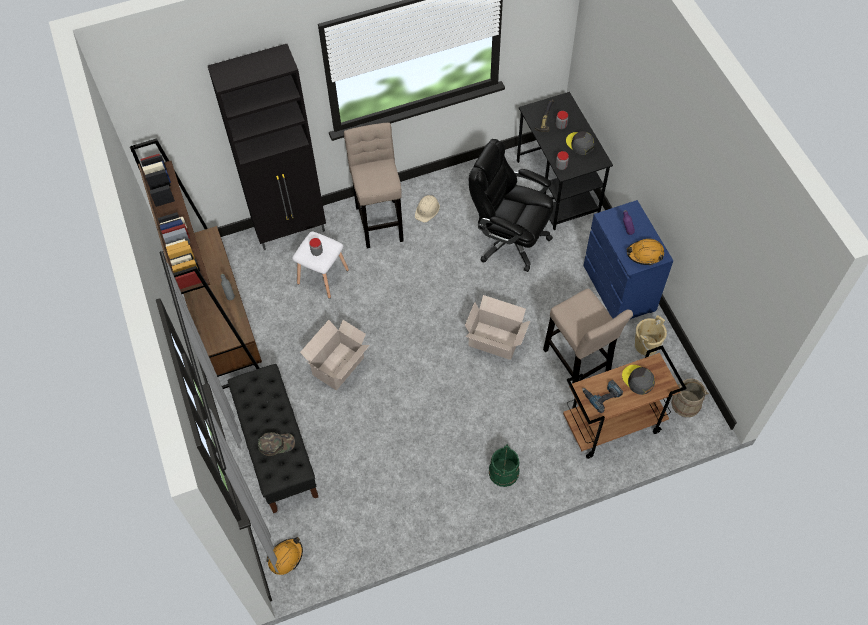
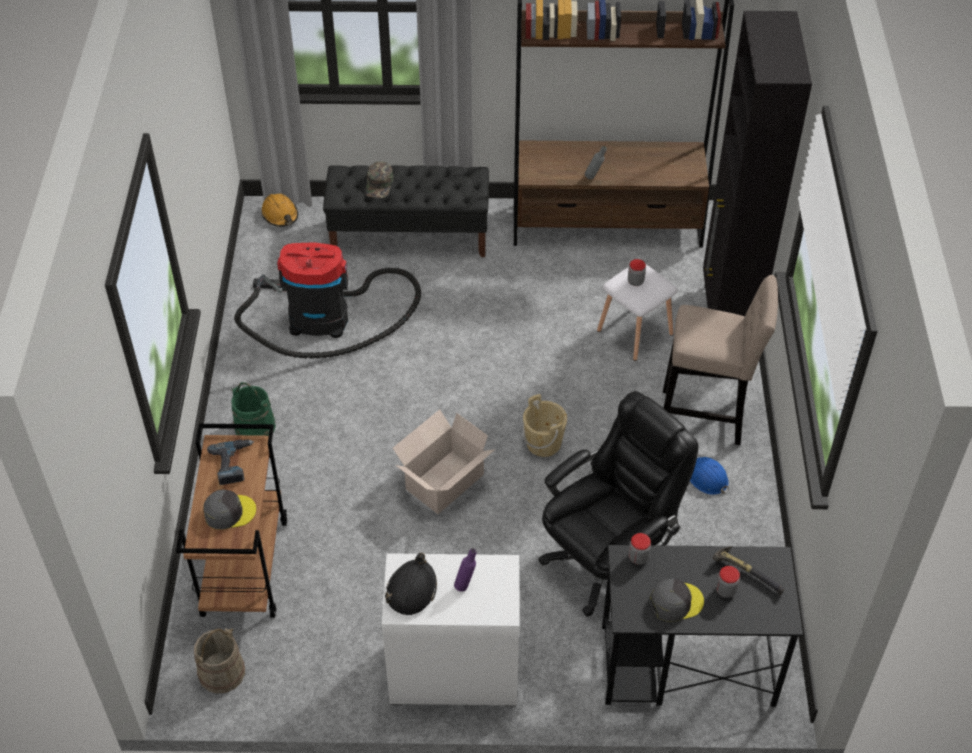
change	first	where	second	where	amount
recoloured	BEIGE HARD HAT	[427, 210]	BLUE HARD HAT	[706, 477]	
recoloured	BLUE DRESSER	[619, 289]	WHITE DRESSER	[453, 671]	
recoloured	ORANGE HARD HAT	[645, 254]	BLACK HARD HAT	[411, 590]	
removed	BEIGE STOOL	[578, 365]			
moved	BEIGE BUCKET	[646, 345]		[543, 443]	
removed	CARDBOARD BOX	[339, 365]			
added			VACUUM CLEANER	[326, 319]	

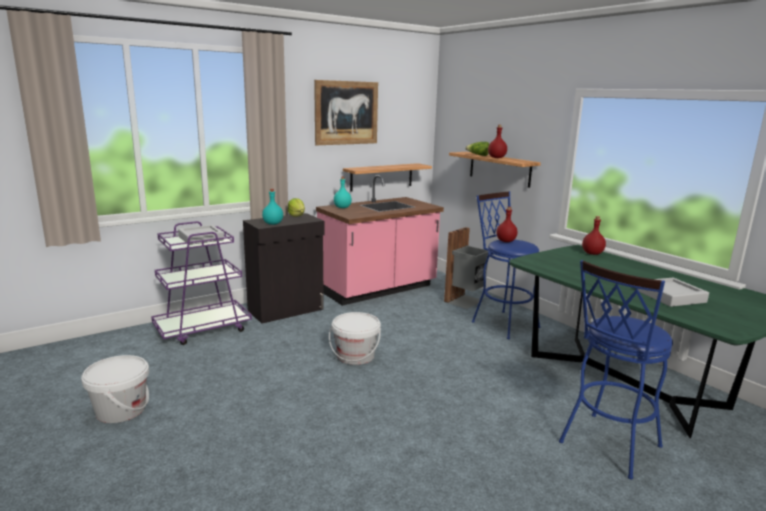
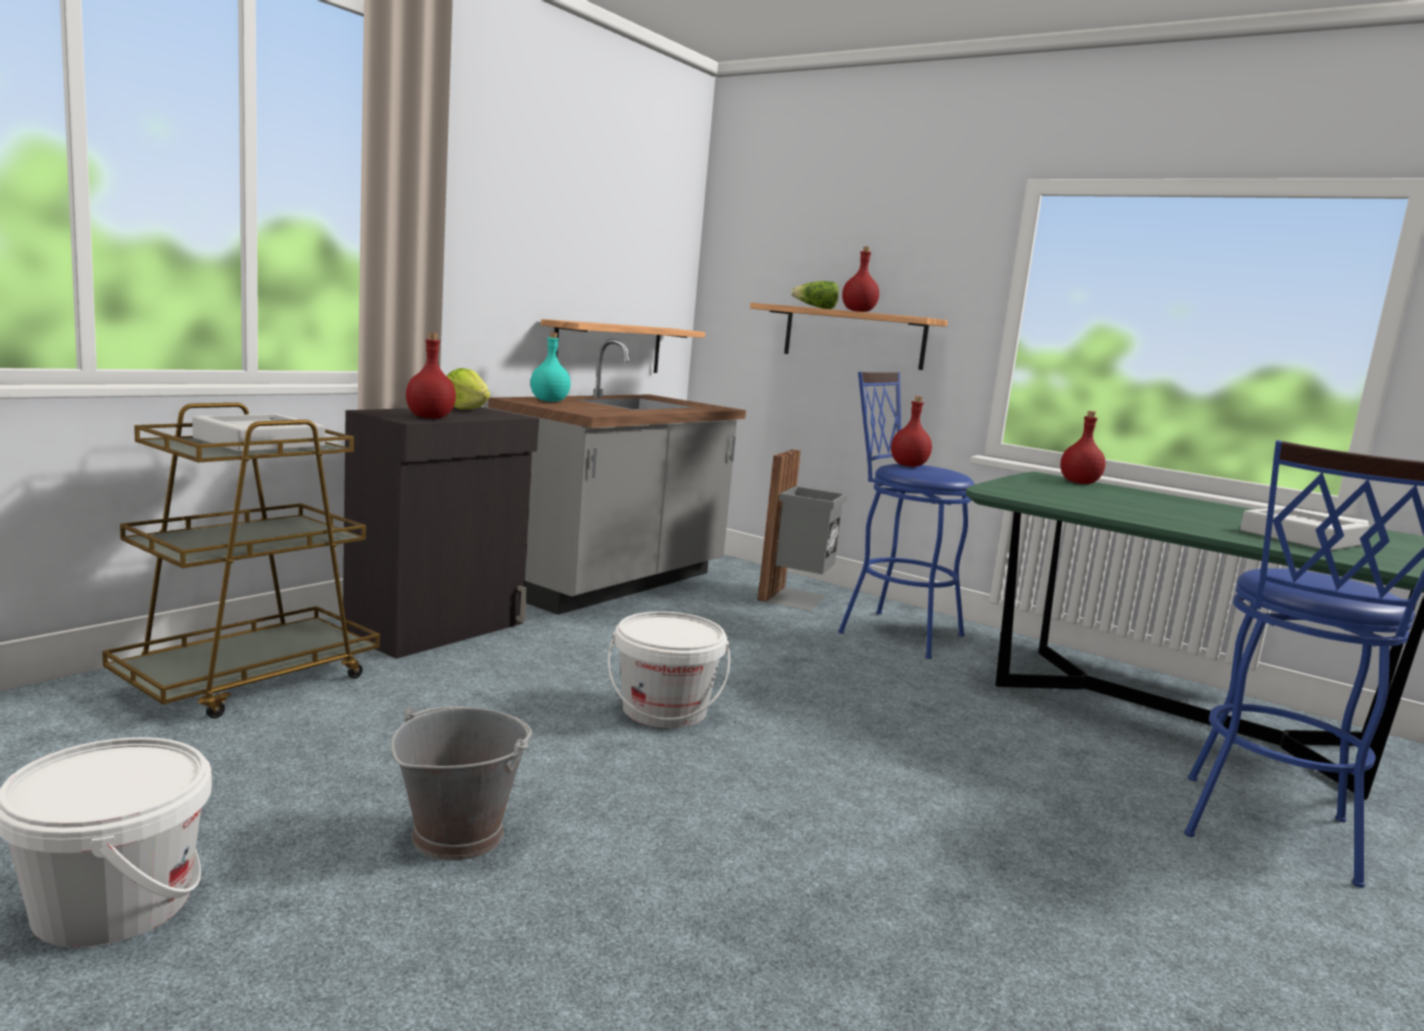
change	first	where	second	where	amount
removed	PICTURE	[346, 113]			
recoloured	PINK COUNTER	[378, 289]	GREY COUNTER	[611, 583]	
recoloured	TURQUOISE BOTTLE	[272, 224]	RED BOTTLE	[429, 418]	
recoloured	PURPLE CART	[203, 329]	BROWN CART	[250, 679]	
added			GREY BUCKET	[457, 834]	

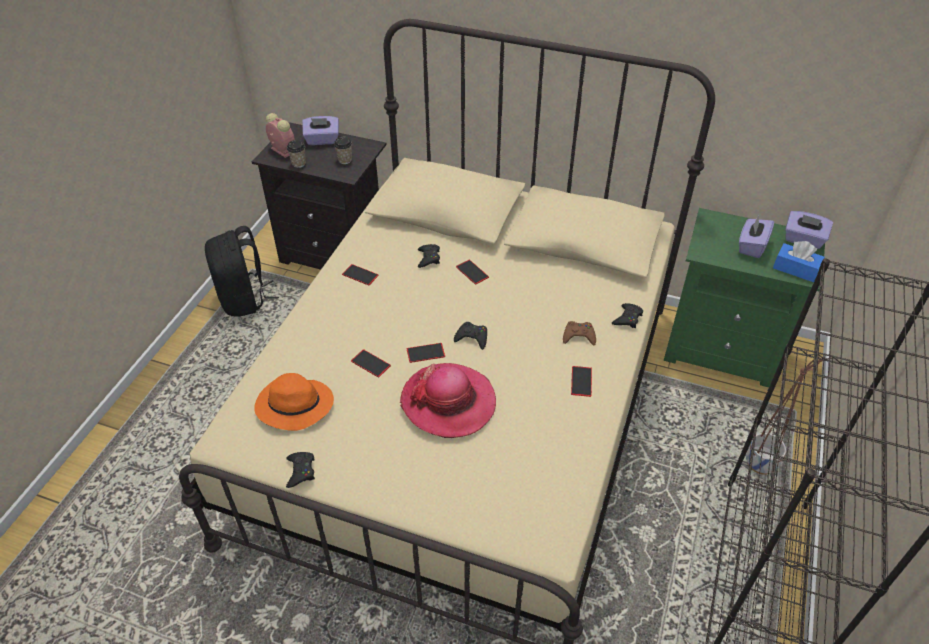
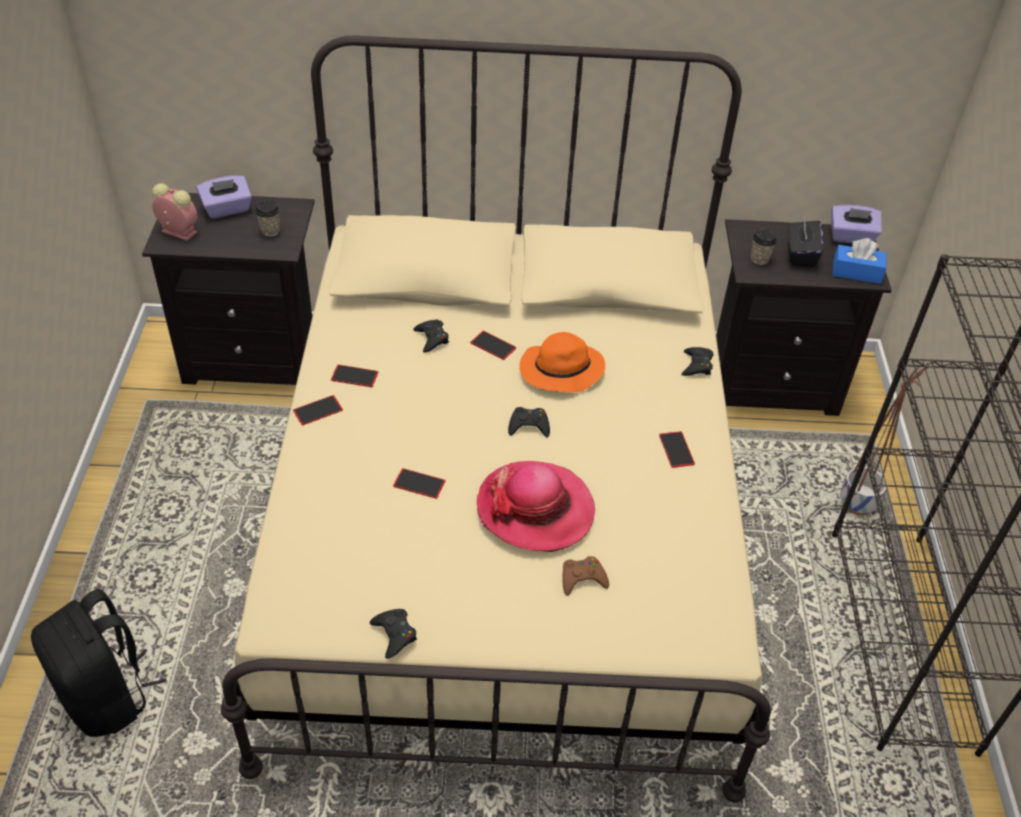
change	first	where	second	where	amount
moved	CUP	[298, 163]		[759, 259]	
recoloured	GREEN NIGHTSTAND	[722, 349]	BLACK NIGHTSTAND	[770, 382]	
recoloured	PURPLE TISSUE BOX	[751, 246]	BLACK TISSUE BOX	[800, 254]	
moved	BLACK BACKPACK	[244, 299]		[108, 697]	
moved	BROWN GAME CONTROLLER	[579, 336]		[582, 578]	
moved	PHONE	[425, 353]		[318, 410]	
moved	ORANGE HAT	[293, 406]		[560, 371]	

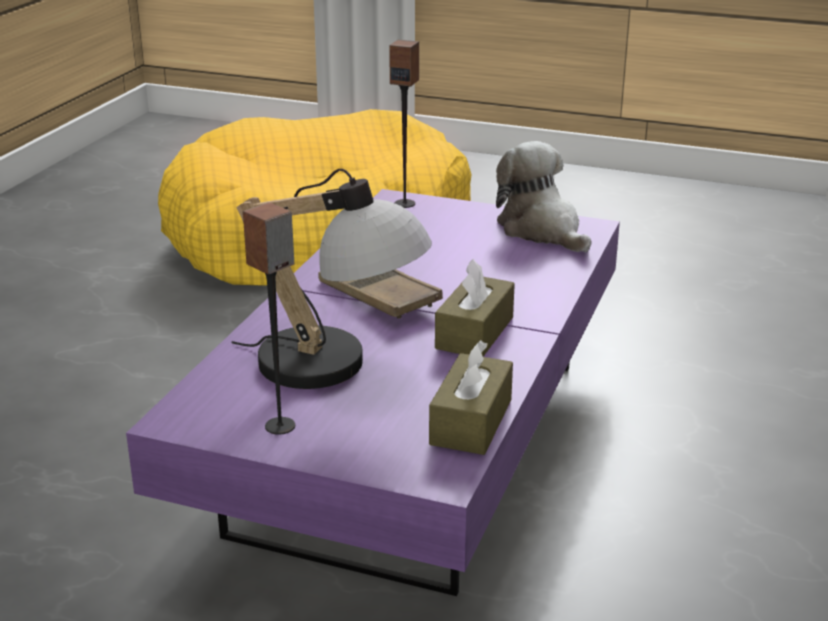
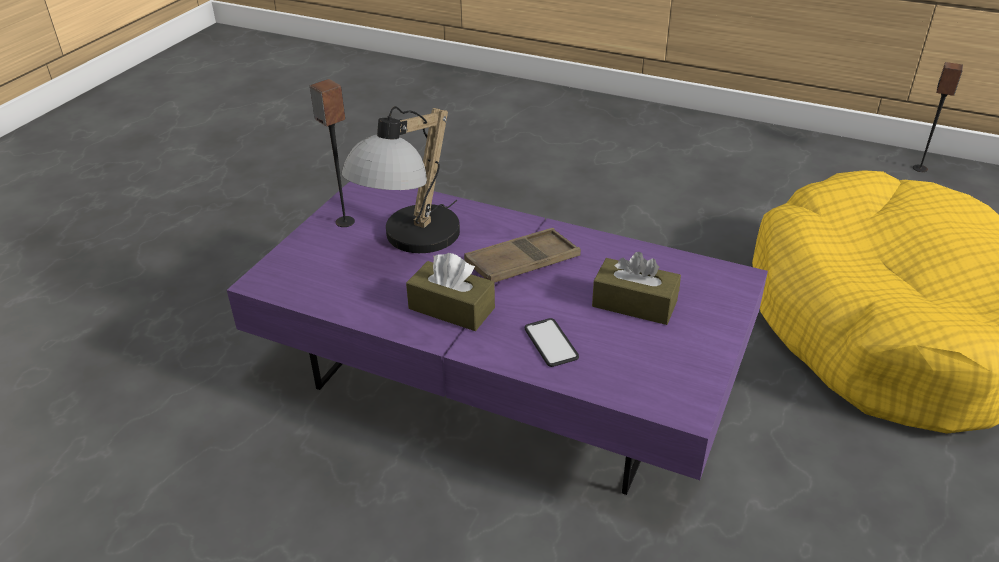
change	first	where	second	where	amount
moved	SPEAKER	[405, 203]		[920, 168]	
removed	PLUSH TOY	[542, 230]			
moved	BROWN TISSUE BOX	[471, 422]		[634, 304]	
added			PHONE	[551, 343]	

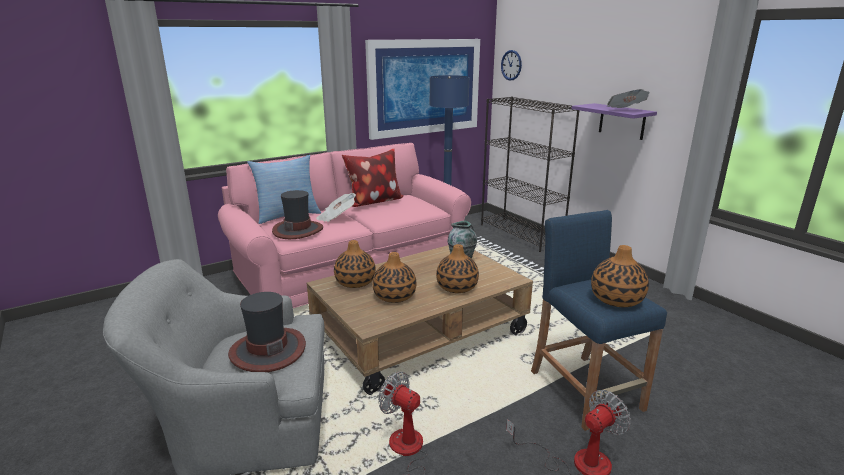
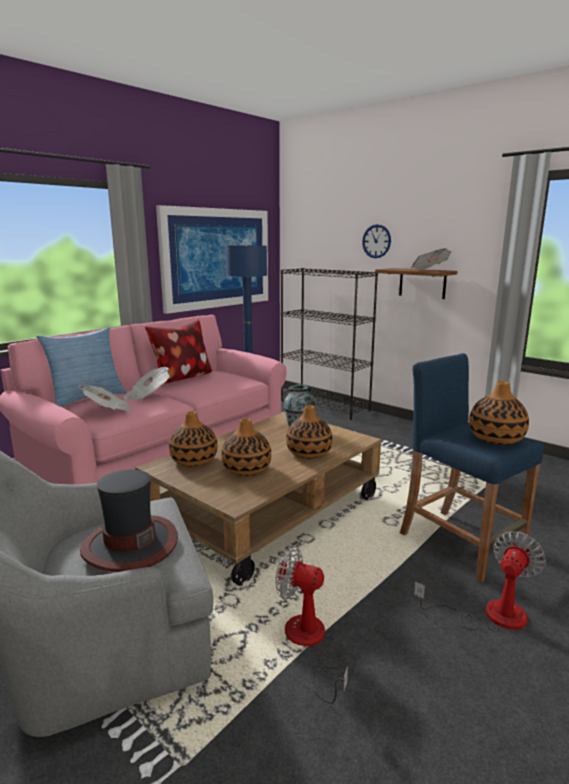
change	first	where	second	where	amount
moved	WALL CLOCK	[511, 65]		[376, 241]	
recoloured	PURPLE SHELF	[622, 121]	BROWN SHELF	[422, 283]	
replaced	HAT	[298, 230]	NEWSPAPER	[108, 411]	

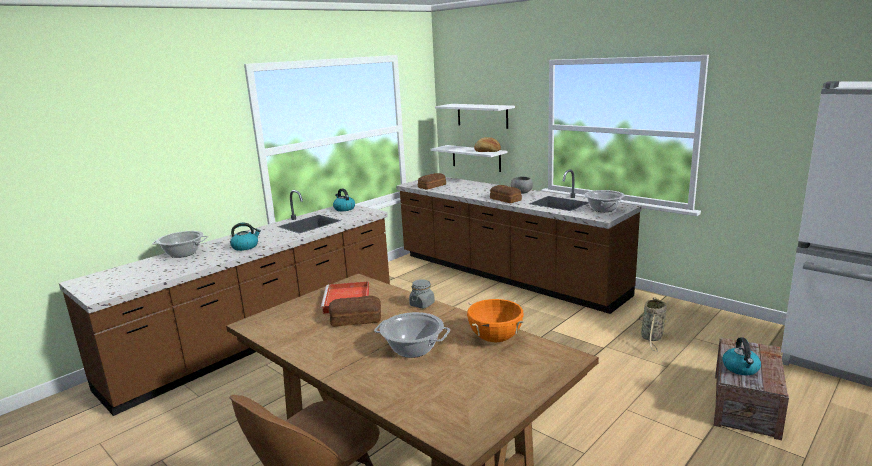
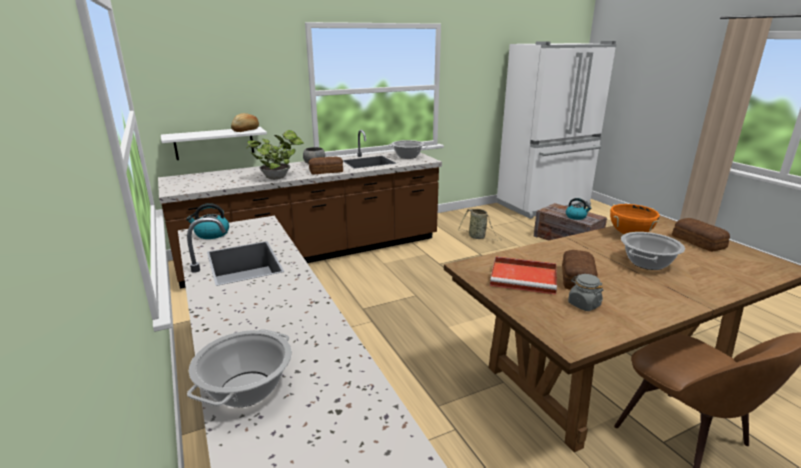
change	first	where	second	where	amount
removed	WHITE SHELF	[482, 115]			
moved	BREAD	[432, 186]		[698, 241]	
removed	KETTLE	[245, 247]			
moved	GREY JAR	[422, 304]		[583, 304]	
added			POTTED PLANT	[278, 177]	

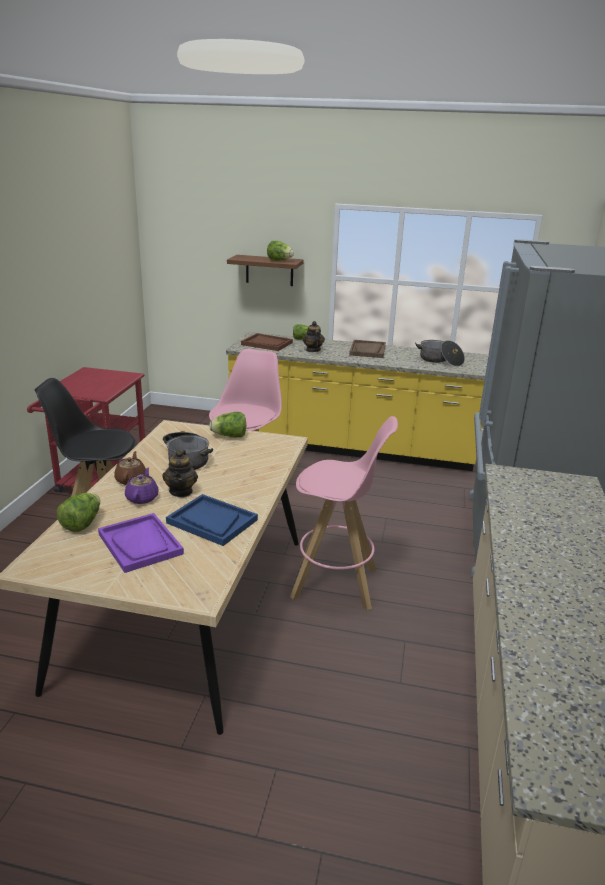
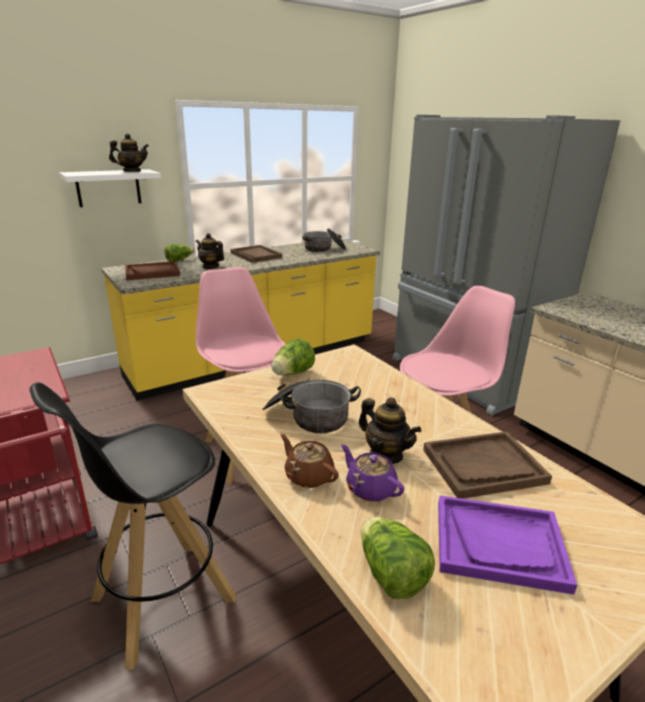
change	first	where	second	where	amount
replaced	LETTUCE	[279, 261]	TEAPOT	[132, 172]	
recoloured	BROWN SHELF	[269, 270]	WHITE SHELF	[108, 188]	
recoloured	BLUE TRAY	[211, 521]	BROWN TRAY	[483, 466]	

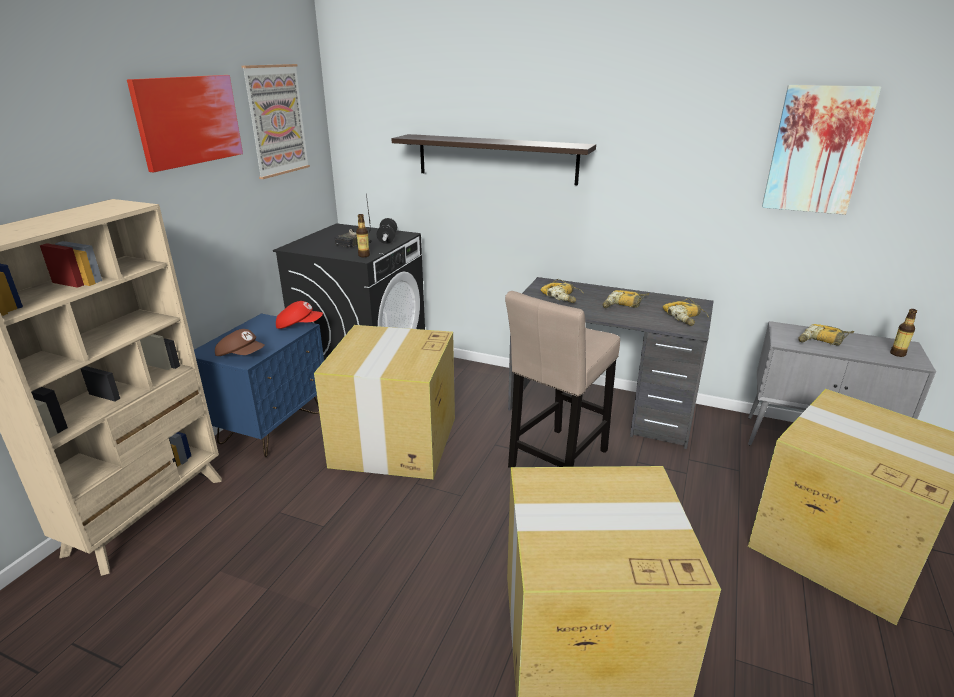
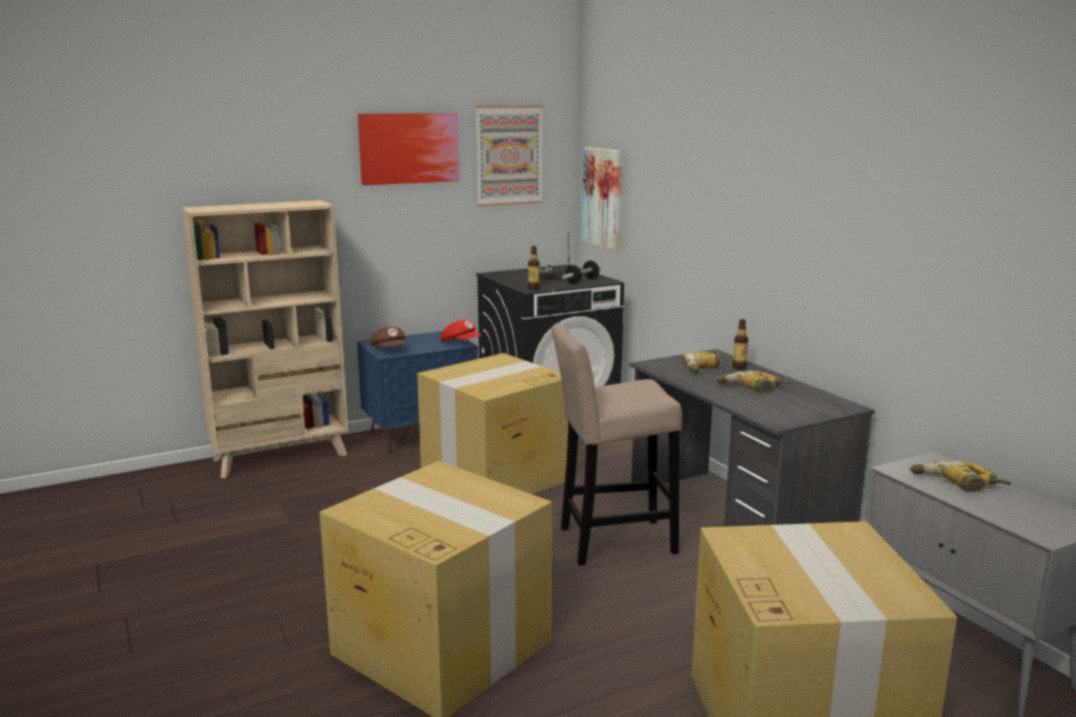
change	first	where	second	where	amount
moved	PICTURE	[817, 150]		[603, 197]	
removed	SHELF	[496, 159]			
removed	POWER DRILL	[686, 317]			
moved	BOTTLE	[897, 354]		[739, 367]	

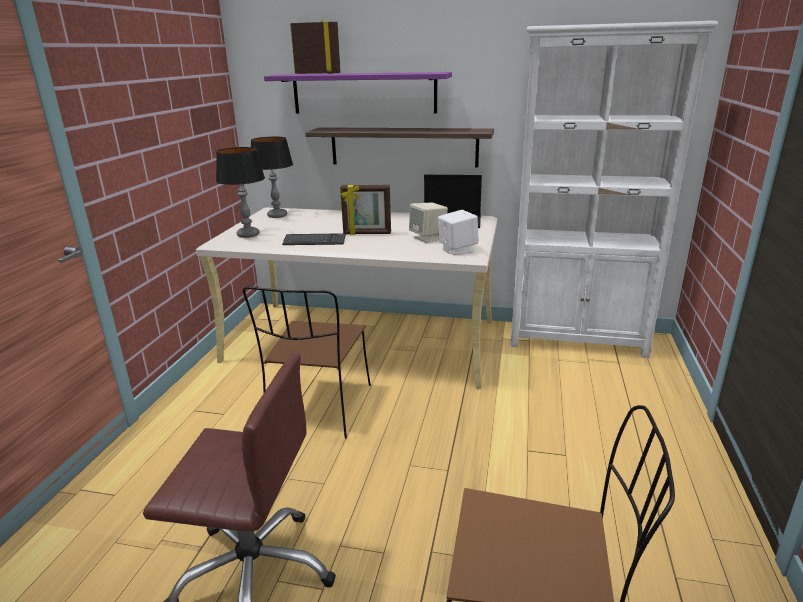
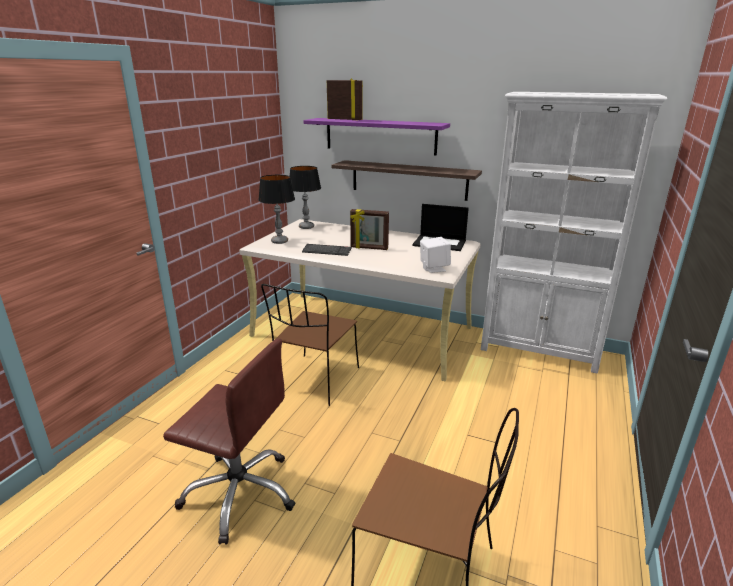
change	first	where	second	where	amount
removed	BEIGE SPEAKER	[428, 238]			

